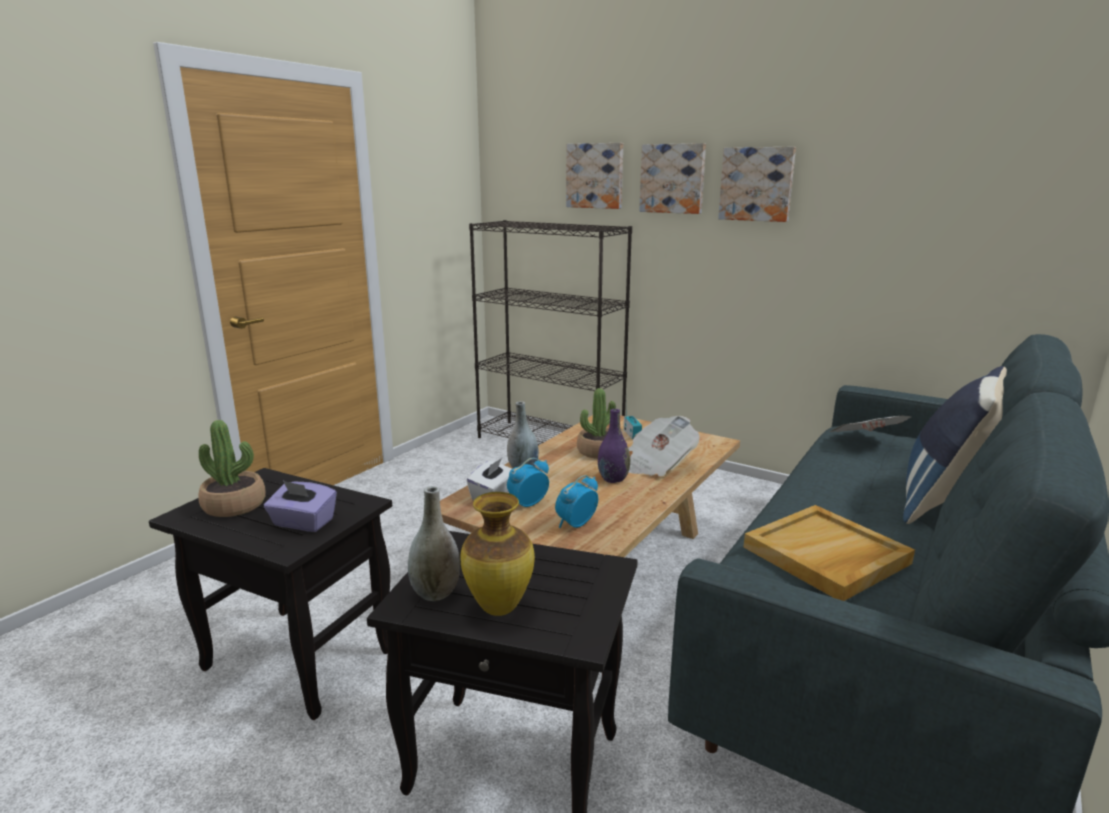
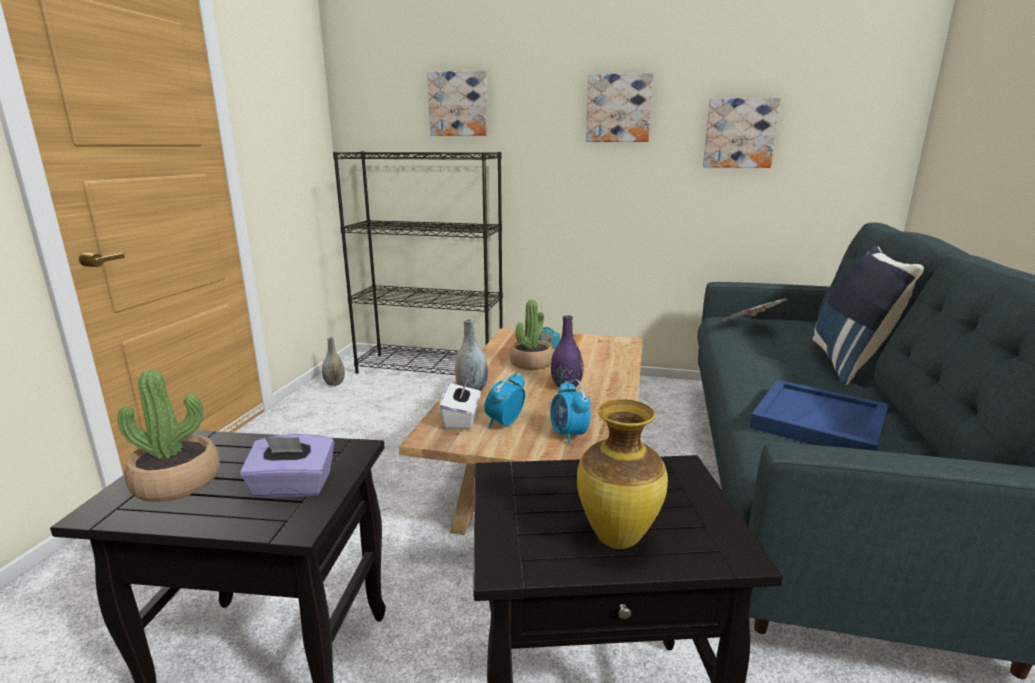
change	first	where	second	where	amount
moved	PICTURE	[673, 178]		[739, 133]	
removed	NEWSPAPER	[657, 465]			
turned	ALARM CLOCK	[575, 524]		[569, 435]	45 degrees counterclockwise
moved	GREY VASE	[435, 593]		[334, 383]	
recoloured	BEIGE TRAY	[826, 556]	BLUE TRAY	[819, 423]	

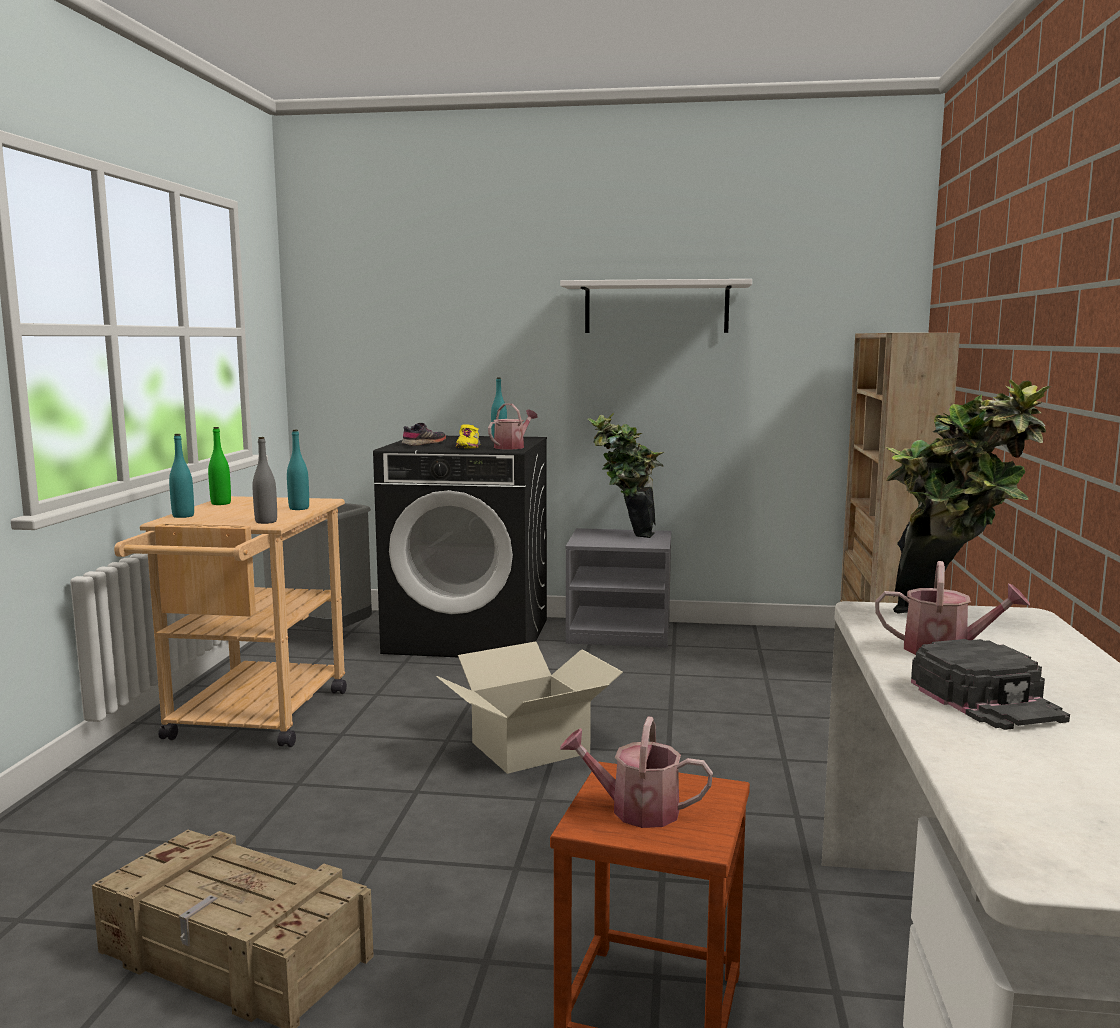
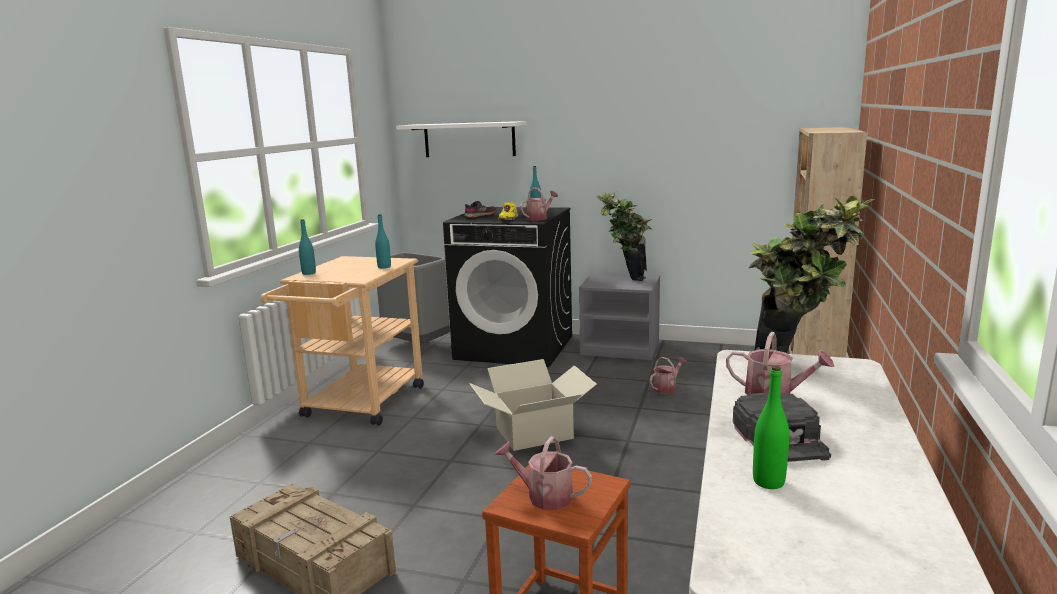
change	first	where	second	where	amount
moved	WHITE SHELF	[656, 307]		[469, 139]	
moved	GREEN BOTTLE	[221, 503]		[768, 482]	
removed	GREY BOTTLE	[266, 522]			
added			WATERING CAN	[666, 388]	

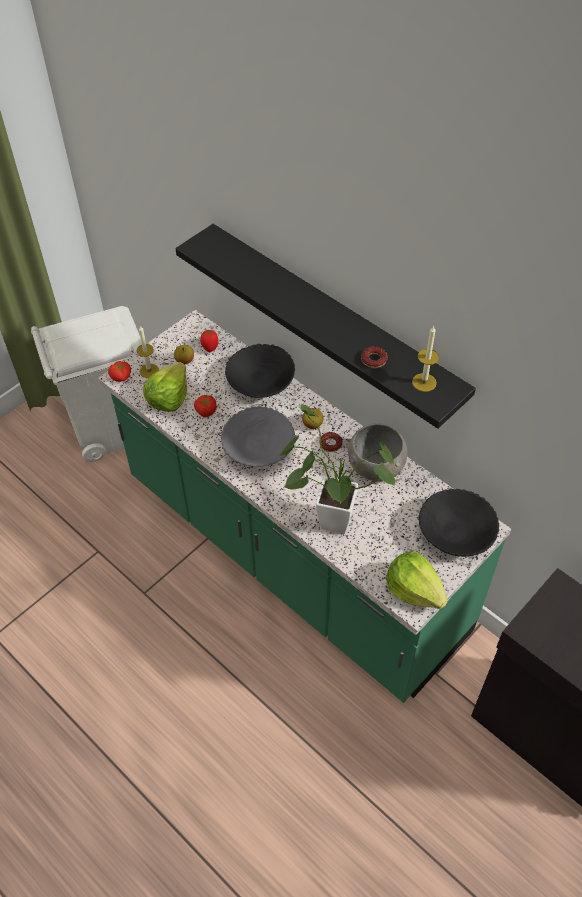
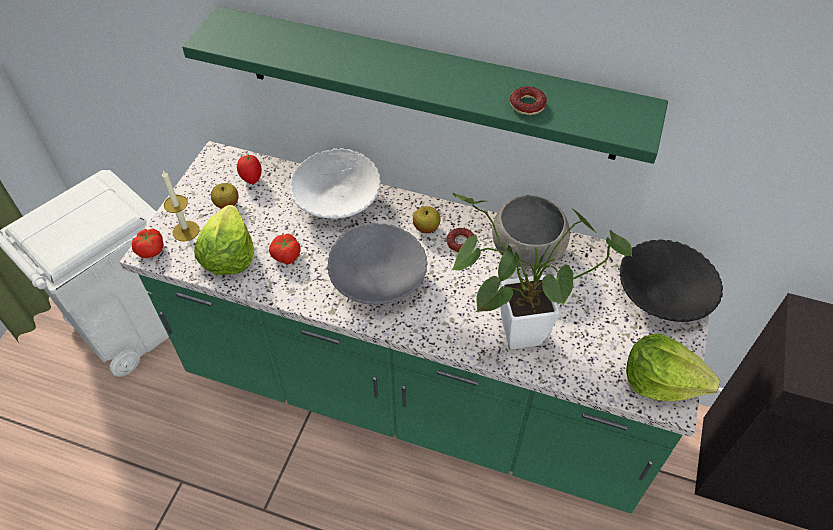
change	first	where	second	where	amount
recoloured	BLACK SHELF	[333, 321]	GREEN SHELF	[428, 84]	
removed	CANDLE	[424, 382]			
recoloured	BLACK BOWL	[261, 383]	WHITE BOWL	[337, 200]	

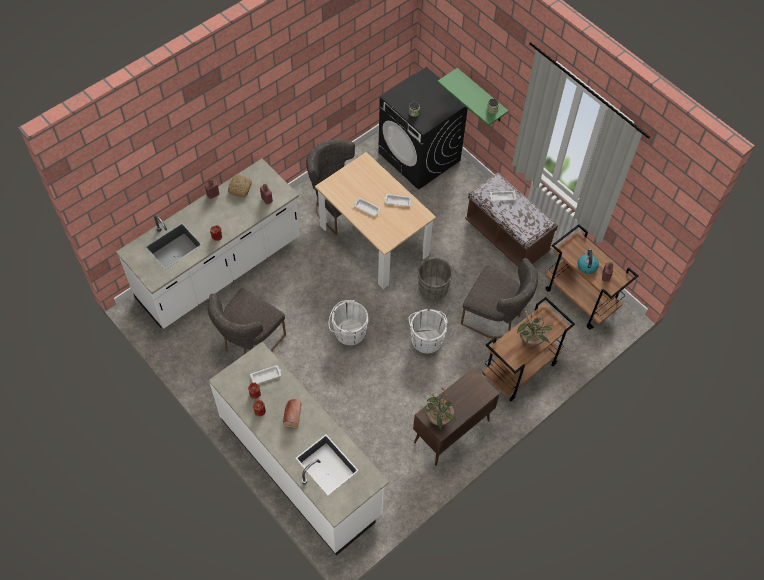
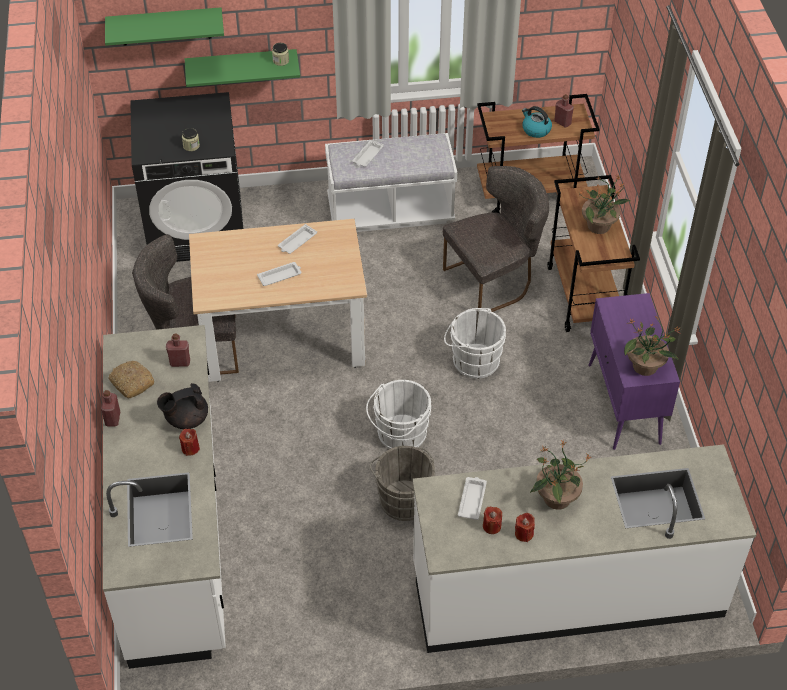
change	first	where	second	where	amount
recoloured	BROWN BENCH	[506, 237]	WHITE BENCH	[390, 211]	
moved	GREY BUCKET	[434, 287]		[403, 498]	
removed	GREY CHAIR	[249, 341]			
recoloured	BROWN CABINET	[451, 432]	PURPLE CABINET	[624, 405]	
replaced	BREAD	[293, 414]	POTTED PLANT	[556, 498]	
added			GREEN SHELF	[165, 26]	
added			BLACK TEAPOT	[186, 419]	

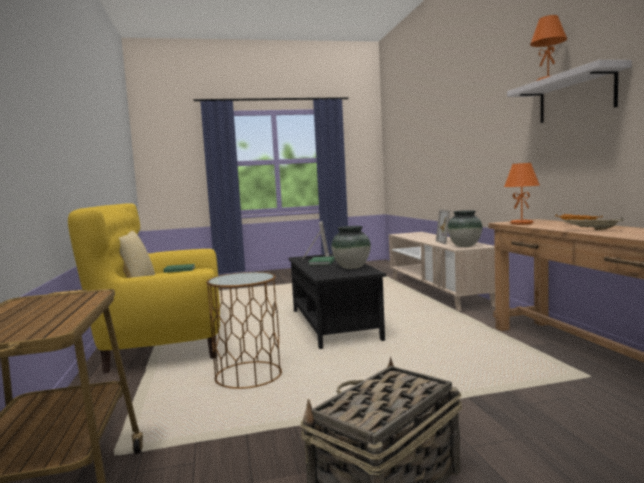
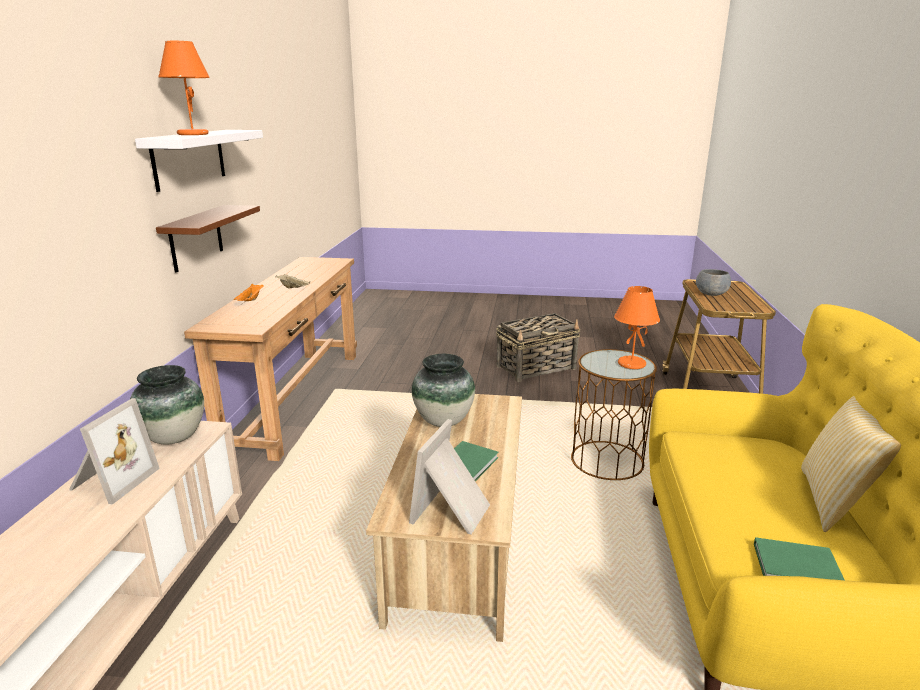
change	first	where	second	where	amount
moved	ORANGE TABLE LAMP	[522, 223]		[631, 364]	
recoloured	BLACK COFFEE TABLE	[333, 324]	BEIGE COFFEE TABLE	[459, 544]	
added			BROWN SHELF	[196, 238]	
added			GREY BOWL	[711, 294]	

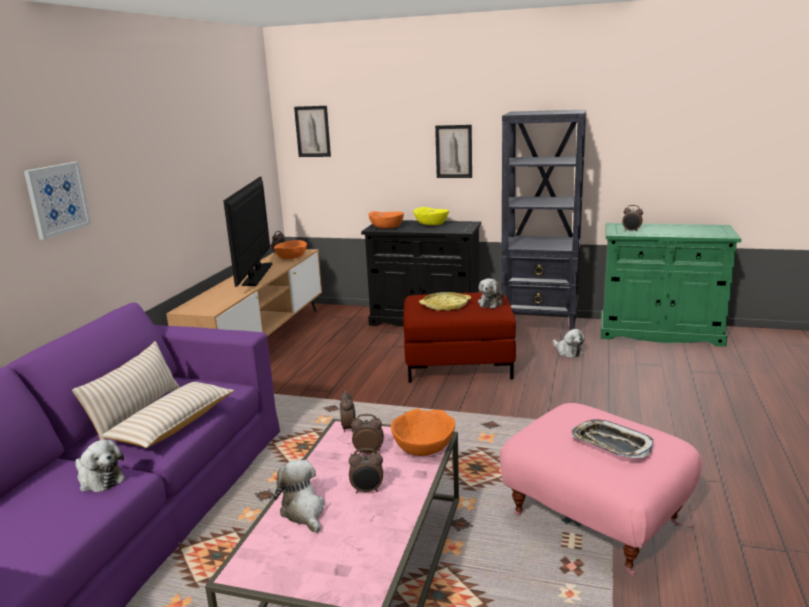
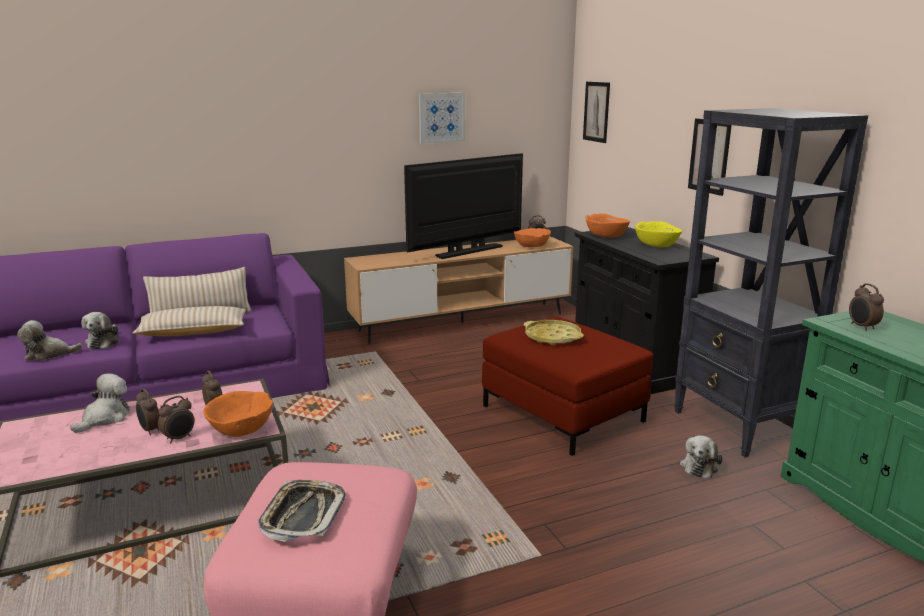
change	first	where	second	where	amount
moved	PICTURE	[57, 199]		[441, 117]	
moved	PLUSH TOY	[491, 303]		[48, 354]	
moved	ALARM CLOCK	[349, 428]		[179, 438]	

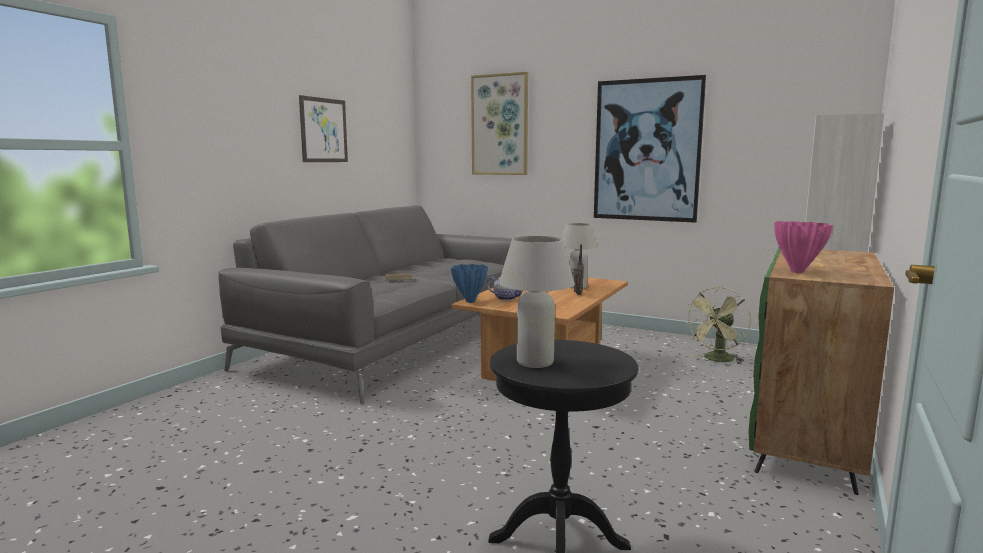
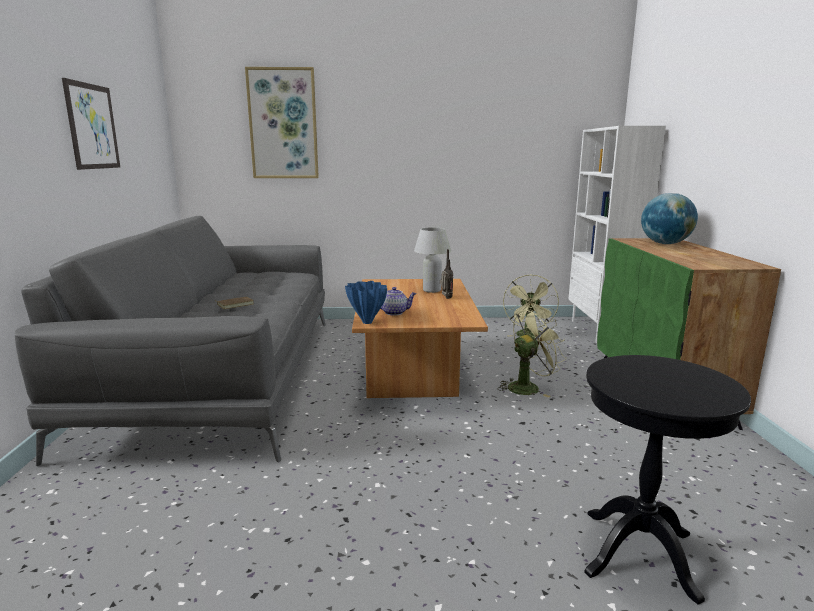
change	first	where	second	where	amount
removed	PICTURE	[647, 150]			
removed	PINK VASE	[798, 272]			
removed	WHITE TABLE LAMP	[535, 362]			
added			GLOBE	[665, 244]	
added			GREEN FAN	[528, 387]	

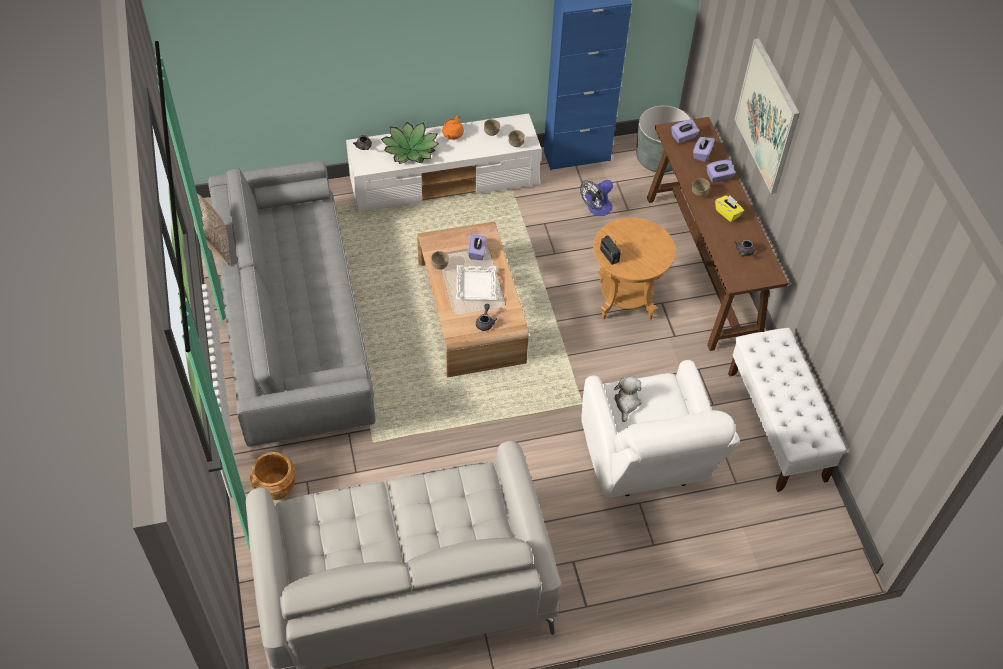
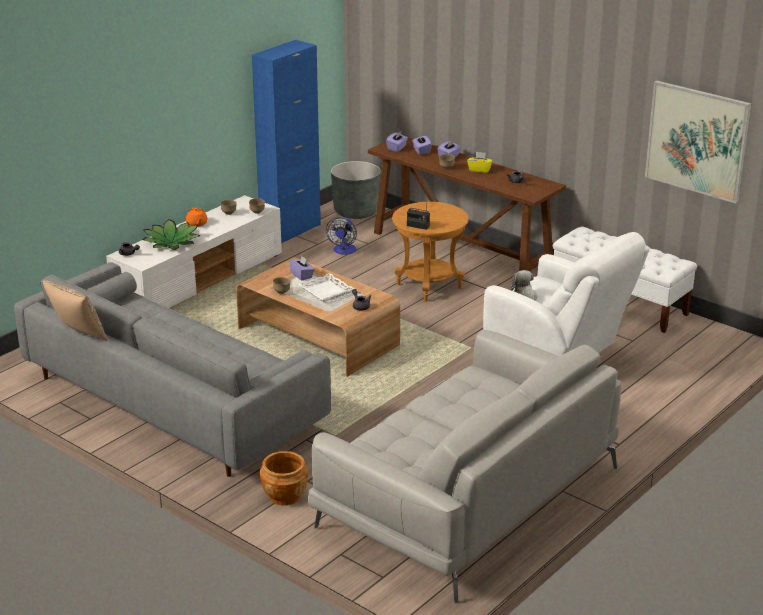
change	first	where	second	where	amount
moved	PICTURE	[767, 116]		[697, 140]	

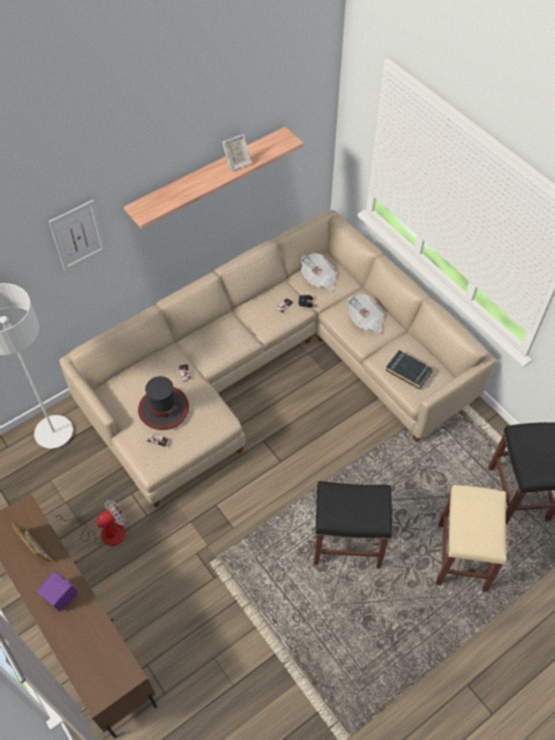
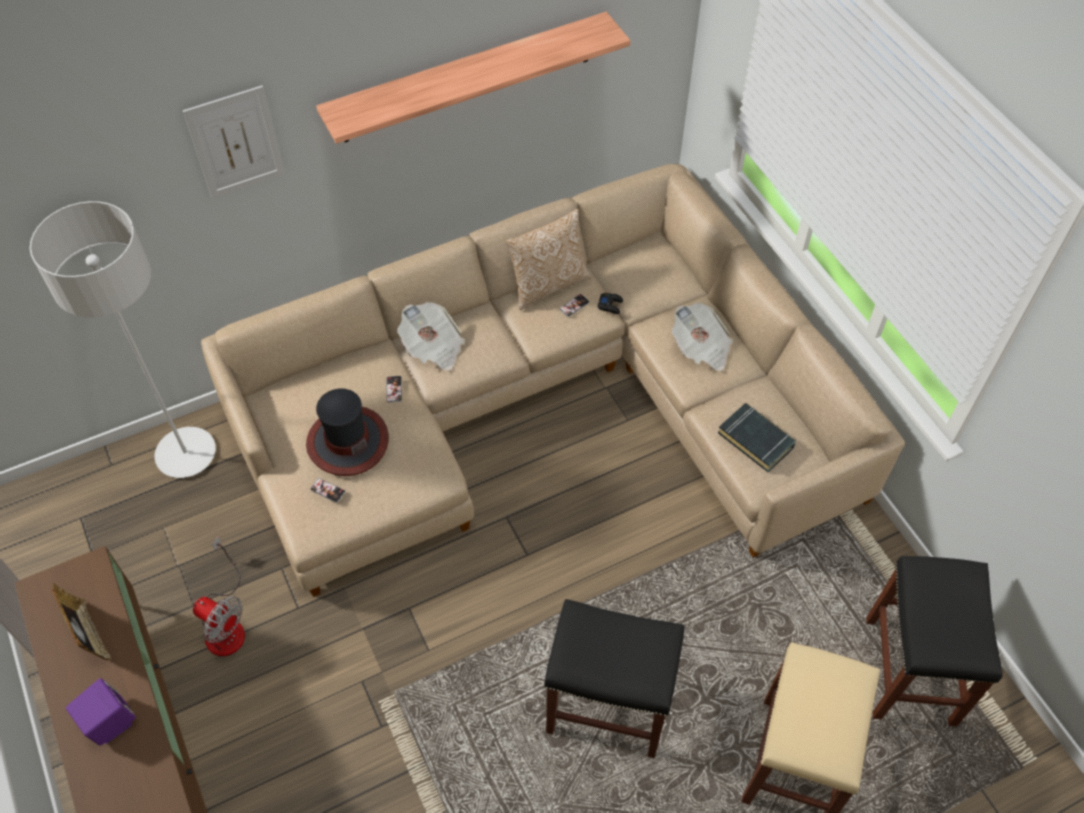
change	first	where	second	where	amount
removed	PICTURE FRAME	[237, 163]			
moved	NEWSPAPER	[319, 279]		[433, 347]	
turned	FAN	[104, 532]		[225, 623]	60 degrees clockwise
added			PILLOW	[548, 284]	

